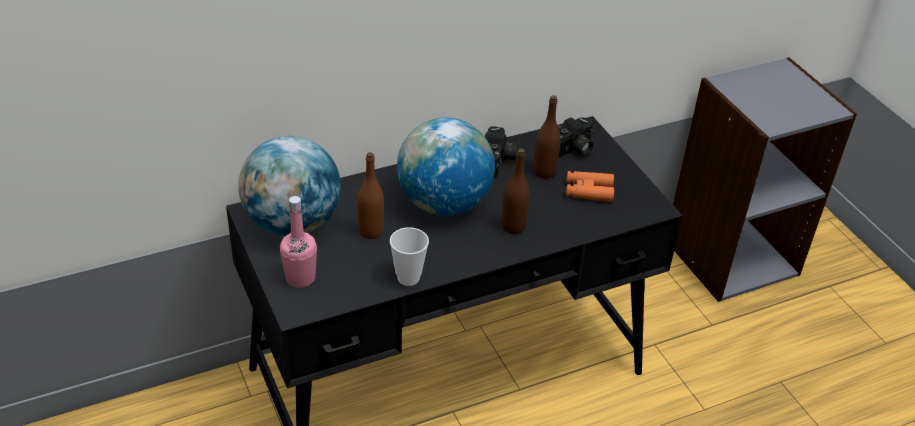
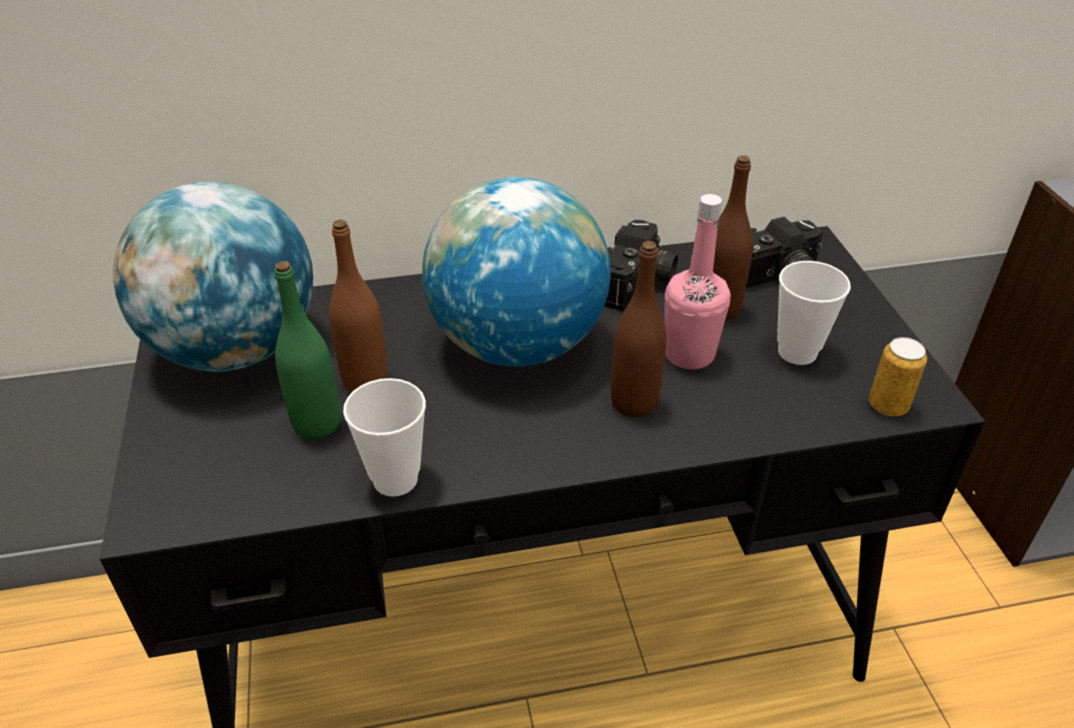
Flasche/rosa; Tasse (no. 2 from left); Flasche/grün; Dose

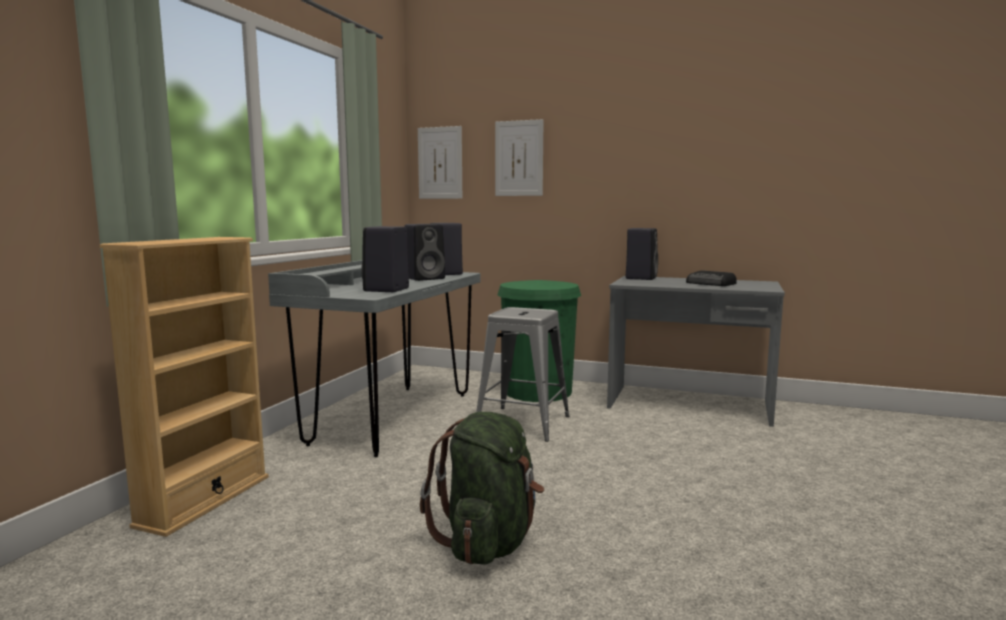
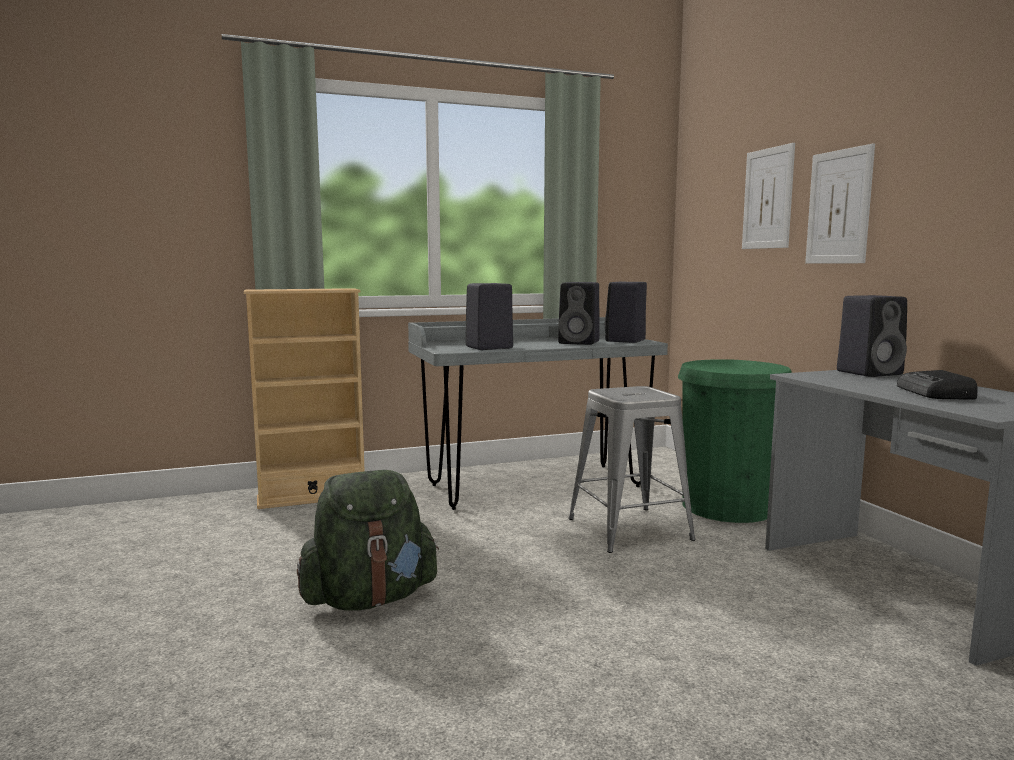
Bild (no. 2 from left)

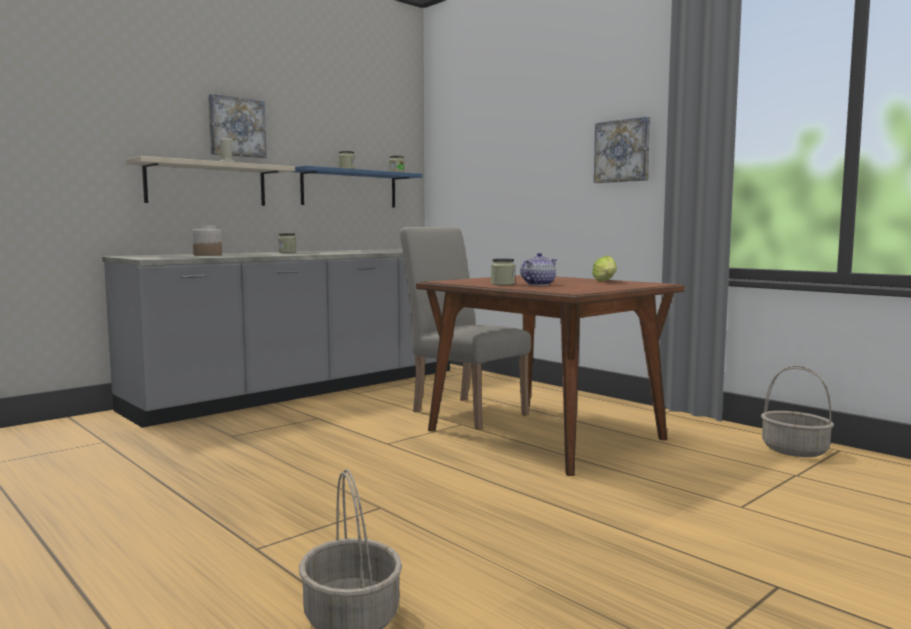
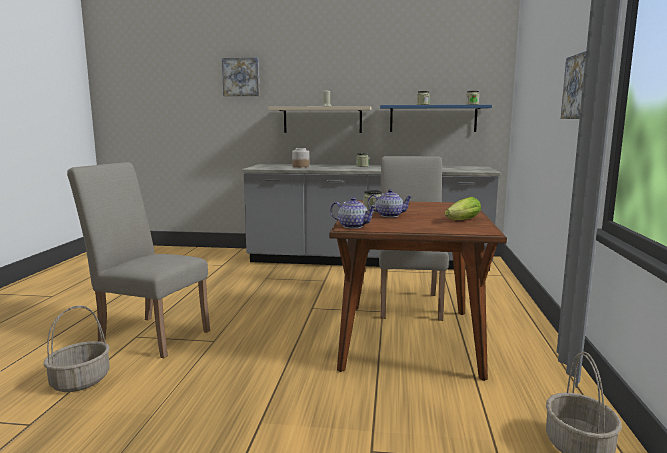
Bild (no. 1 from left); Stuhl/beige (no. 1 from left); Teekanne (no. 1 from left)

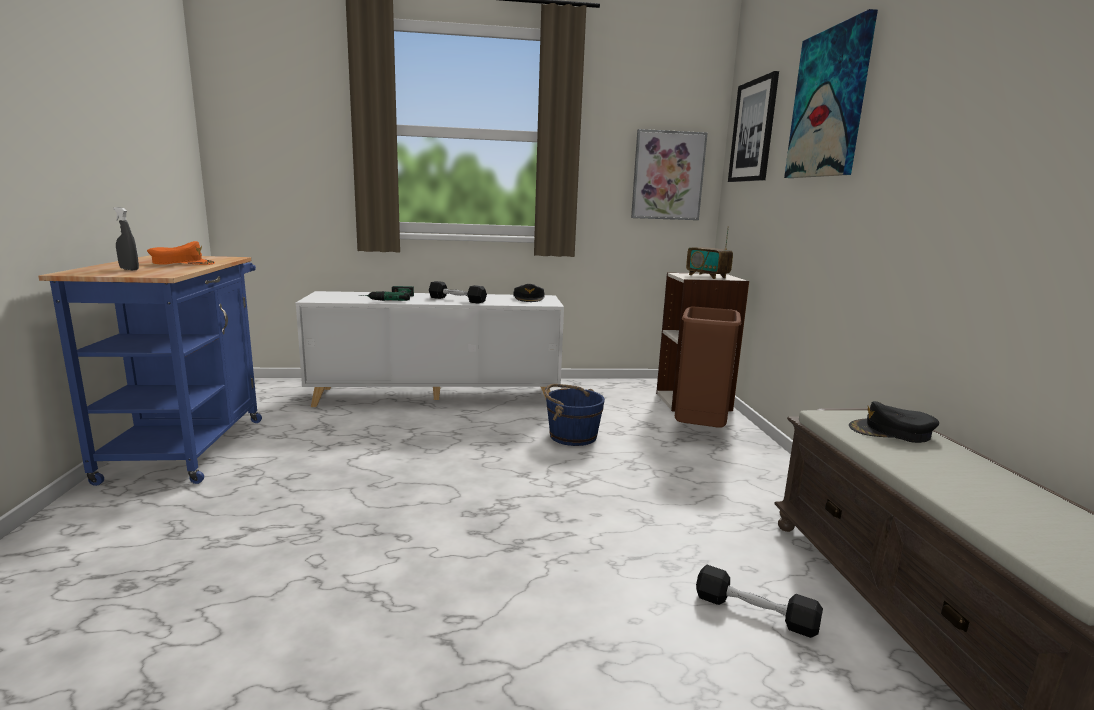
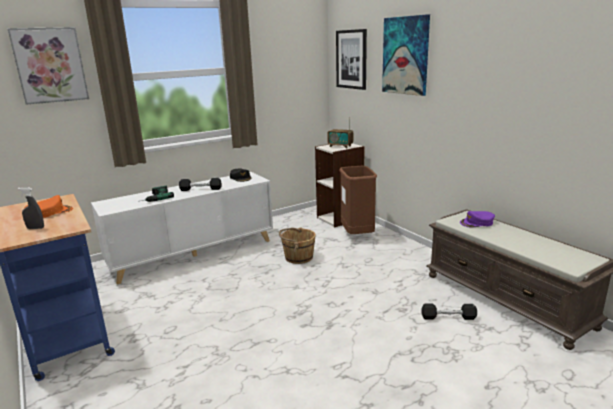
Eimer/braun; Bild (no. 1 from left); Kappe/lila

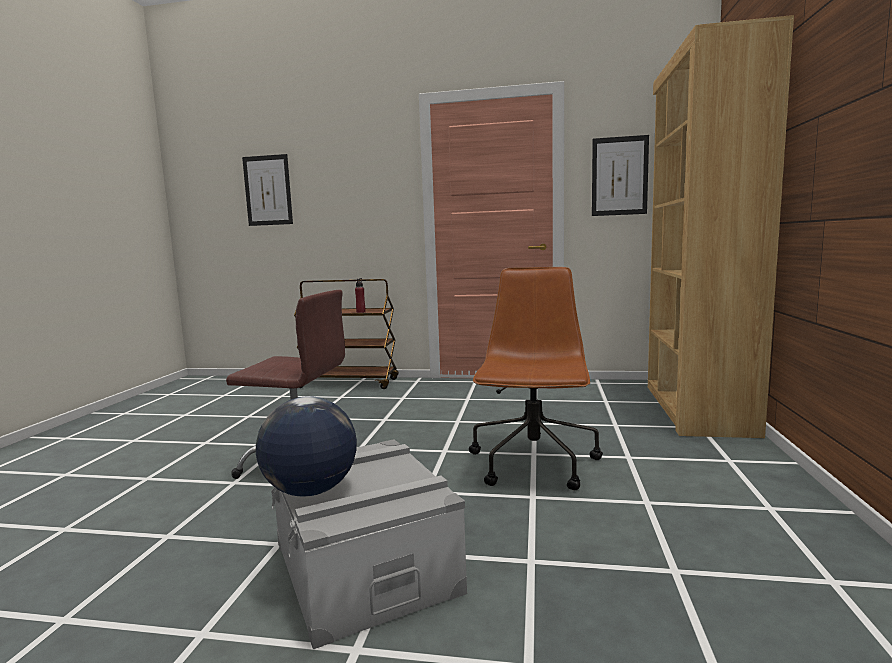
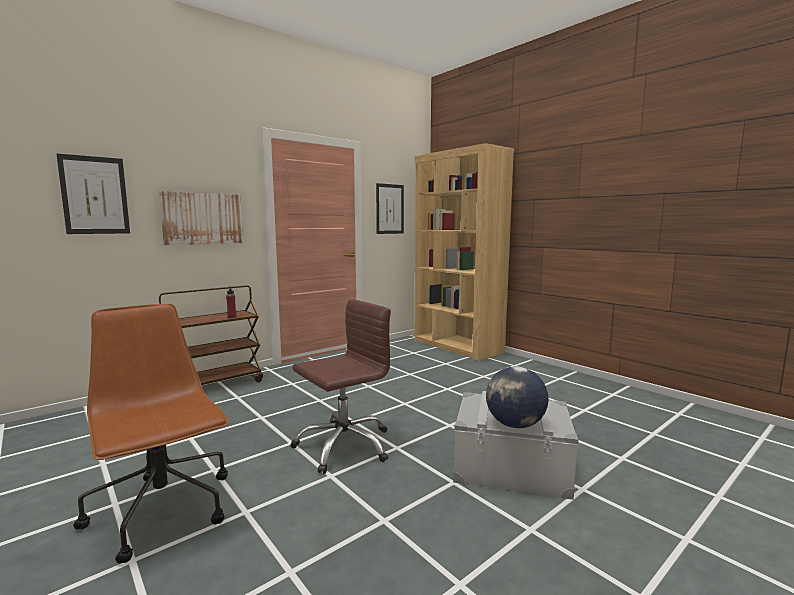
Bürostuhl/braun (no. 1 from left); Bild (no. 2 from left)

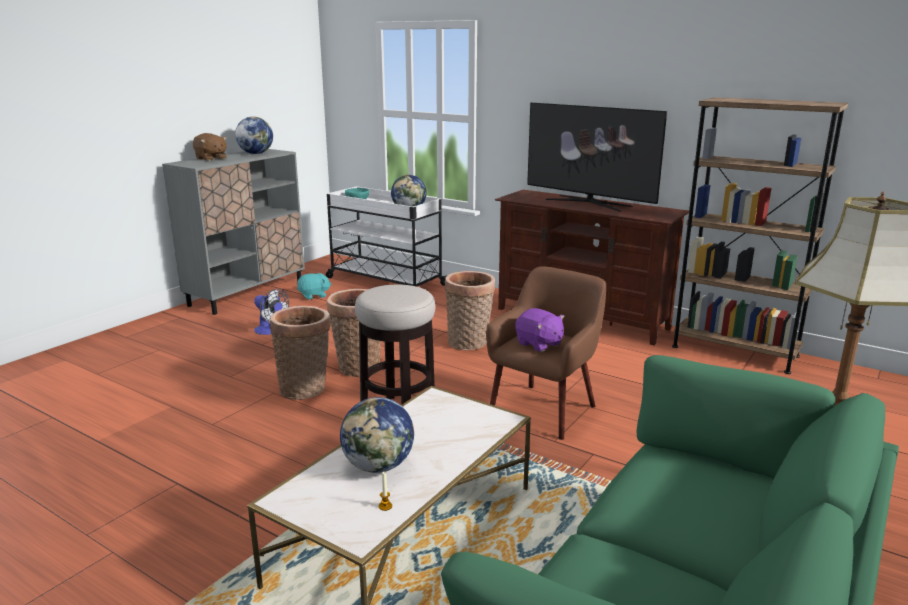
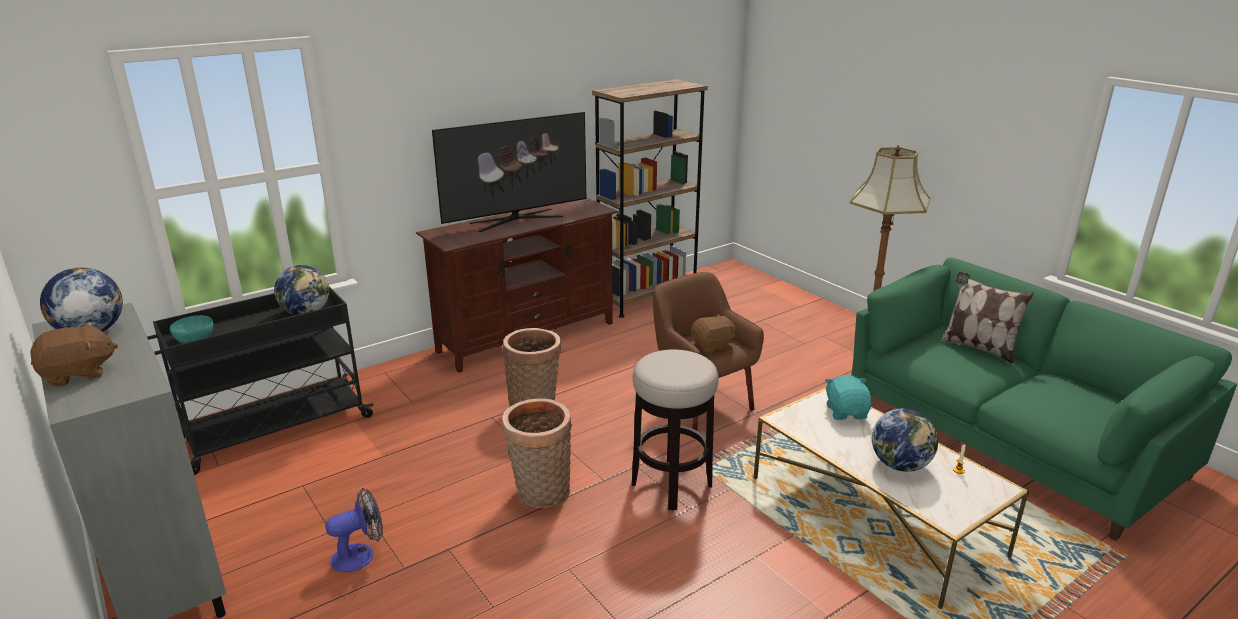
Korb (no. 1 from left in the first image); Plüschtier/türkis; Rollwagen/schwarz; Plüschtier/braun (no. 2 from left); Kissen

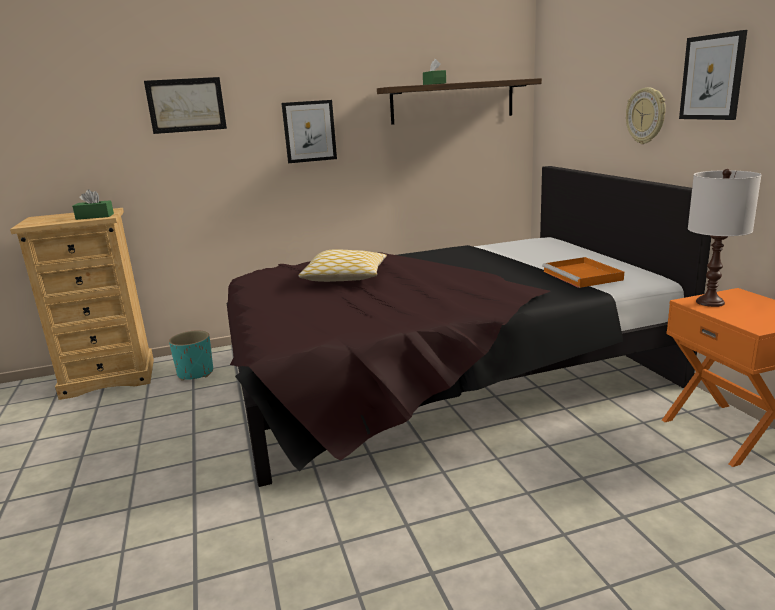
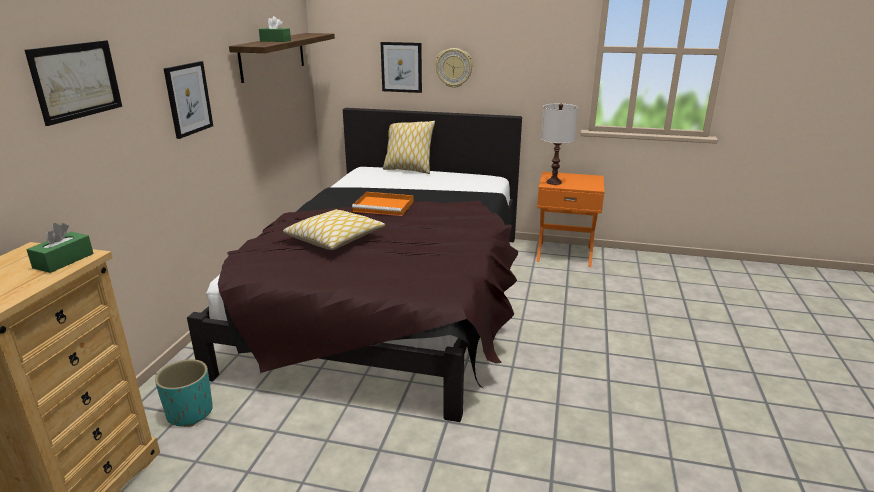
Tablett/orange; Bild (no. 3 from left); Kissen (no. 2 from left)

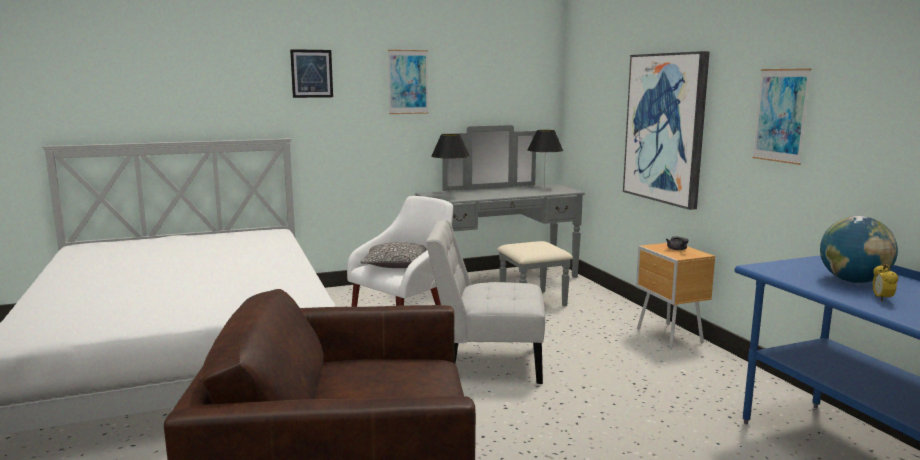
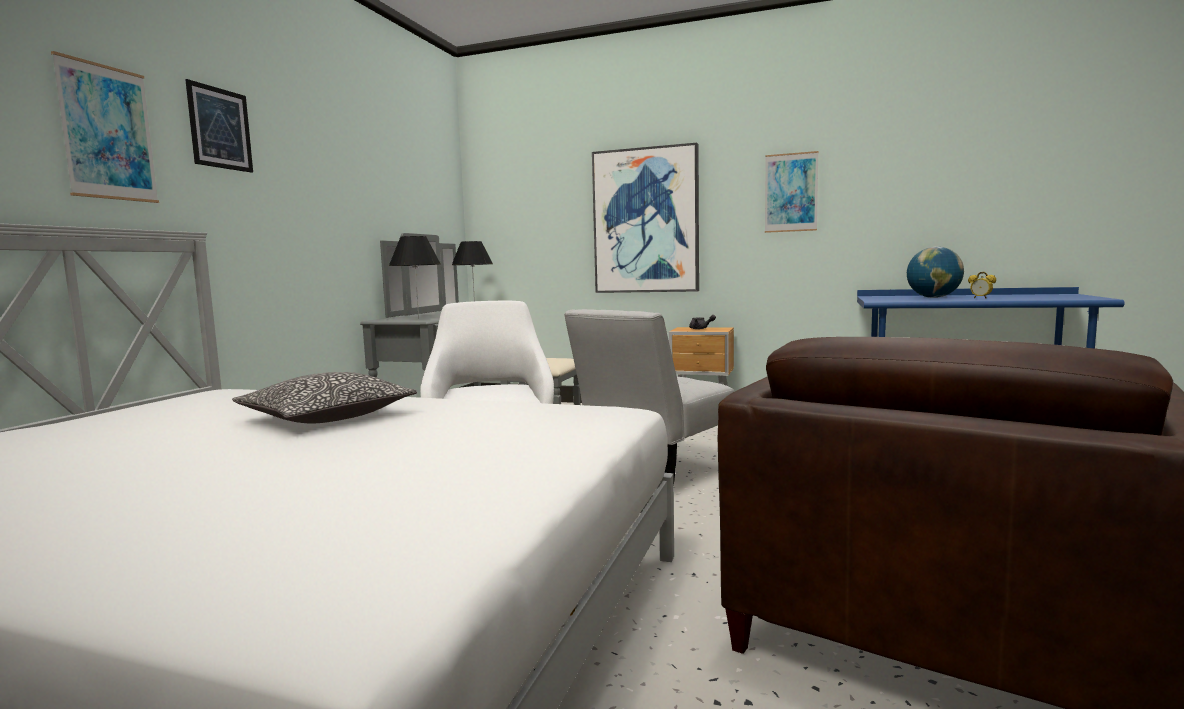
Kissen; Bild (no. 1 from left)

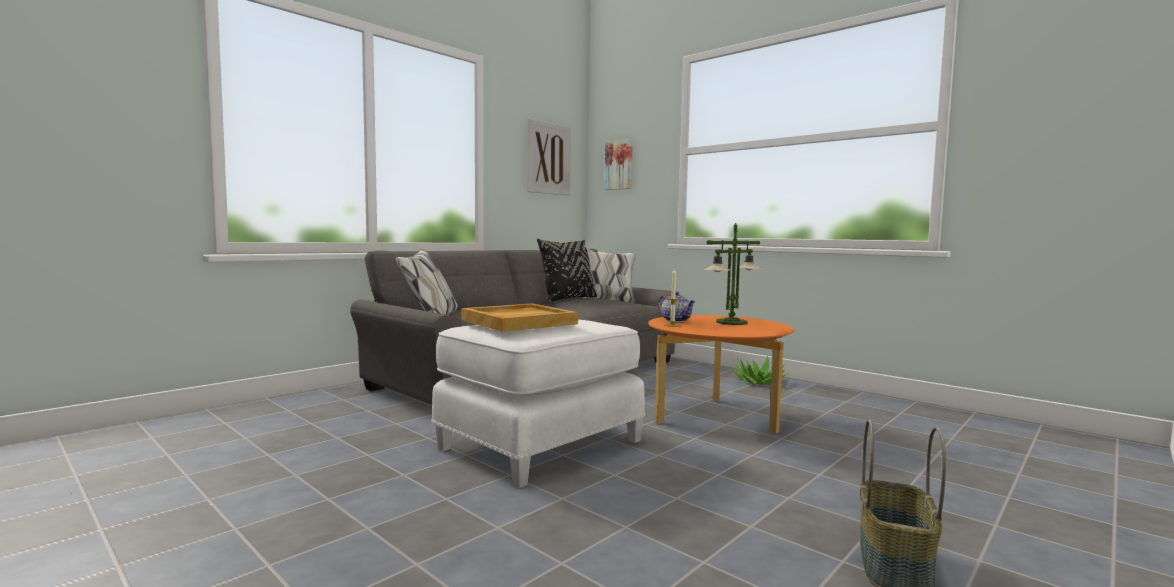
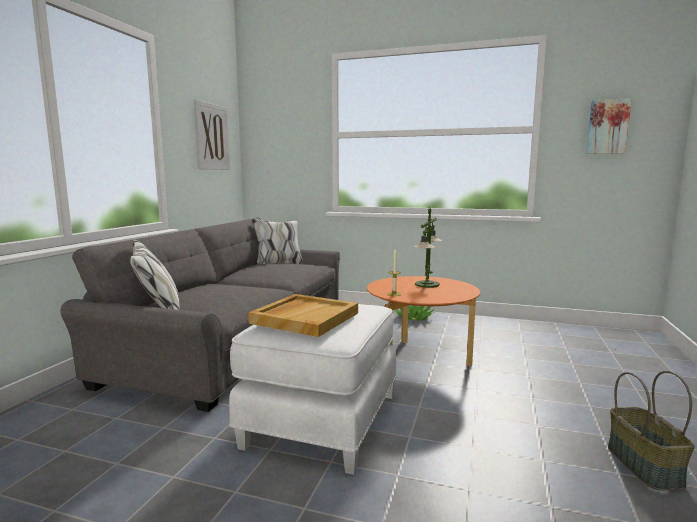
Kissen/schwarz; Bild (no. 2 from left); Teekanne

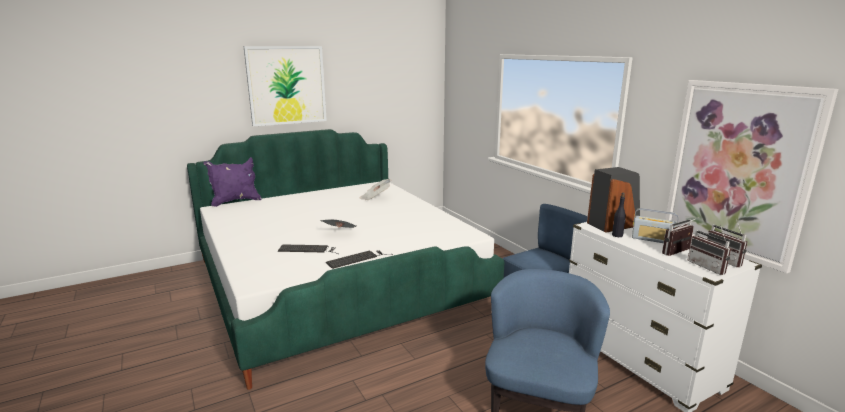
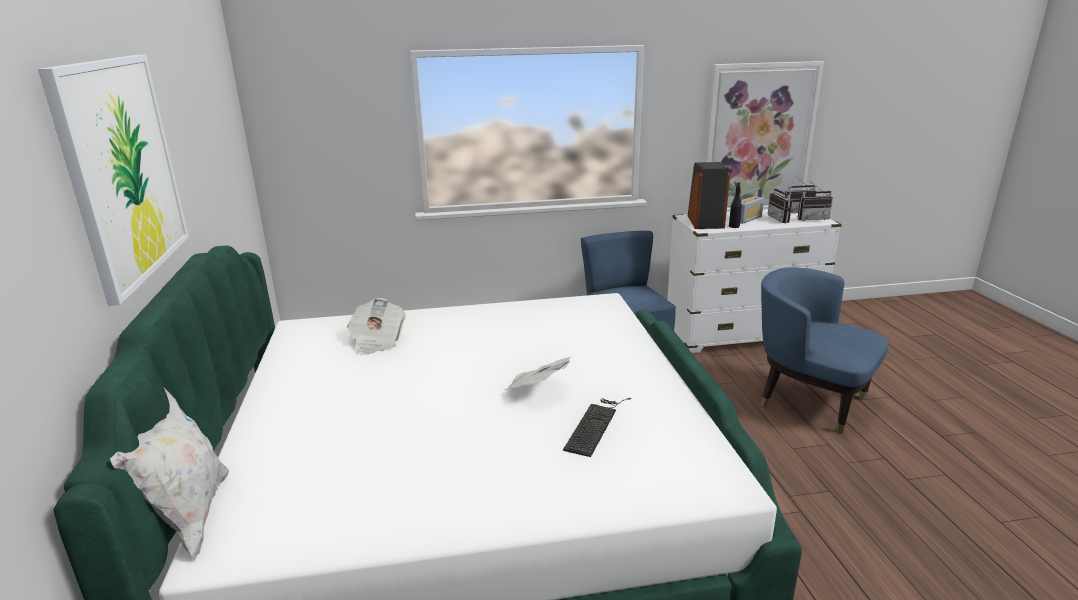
Kissen/weiß; Tastatur (no. 2 from left in the first image)

